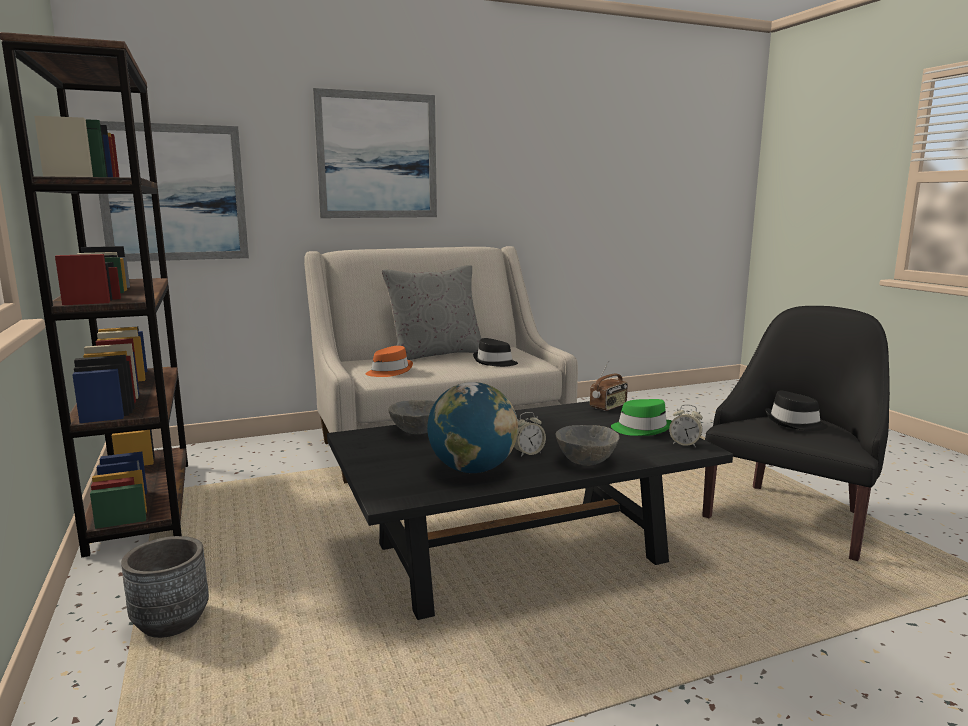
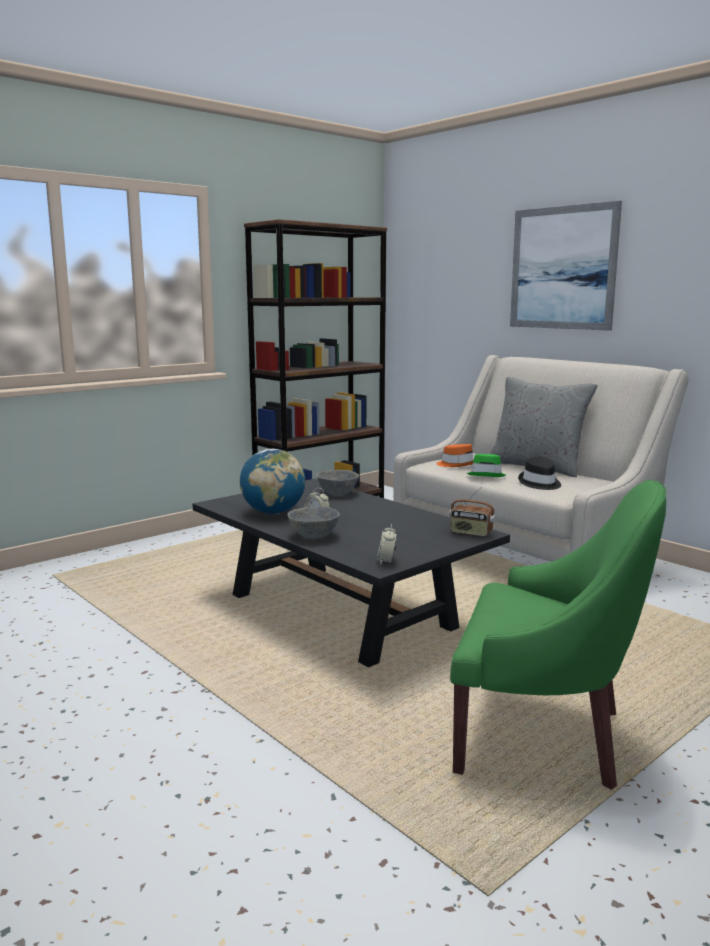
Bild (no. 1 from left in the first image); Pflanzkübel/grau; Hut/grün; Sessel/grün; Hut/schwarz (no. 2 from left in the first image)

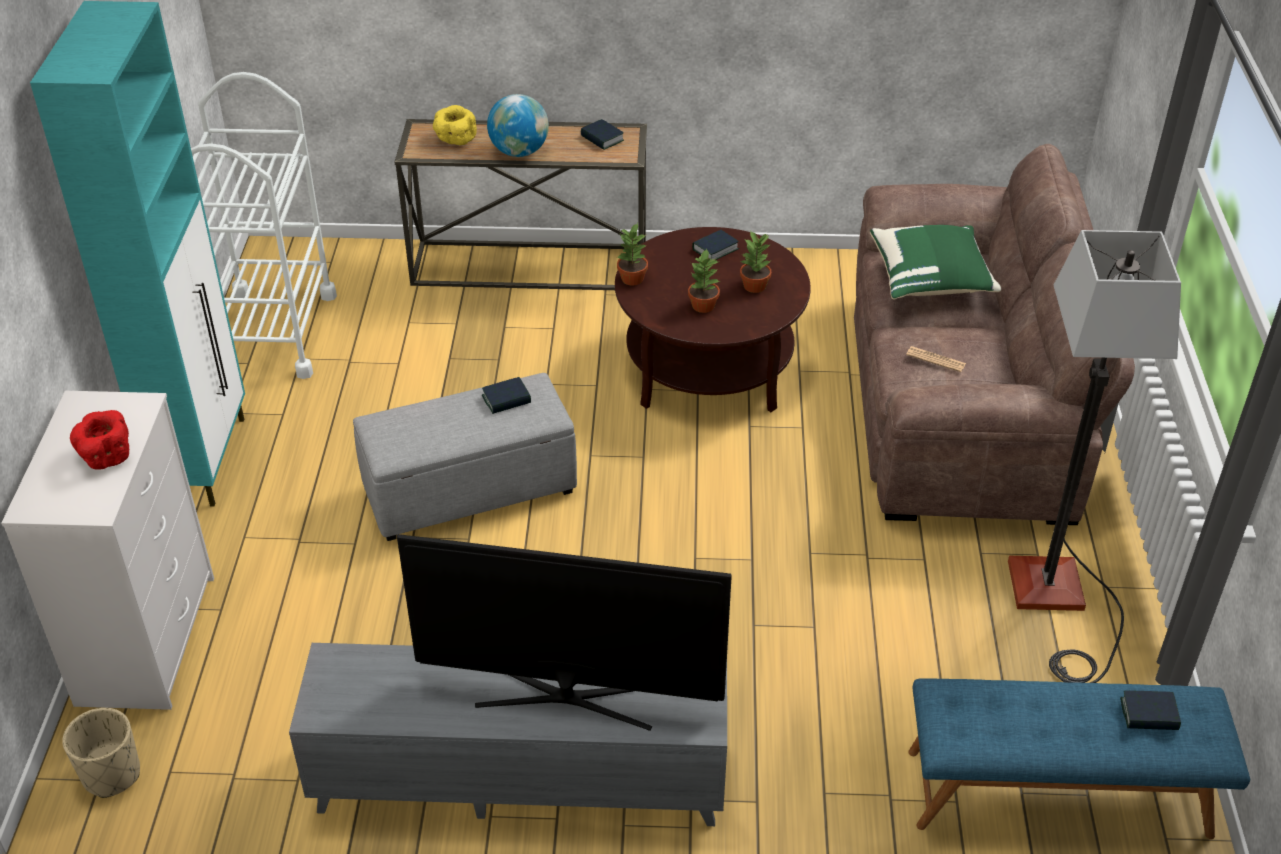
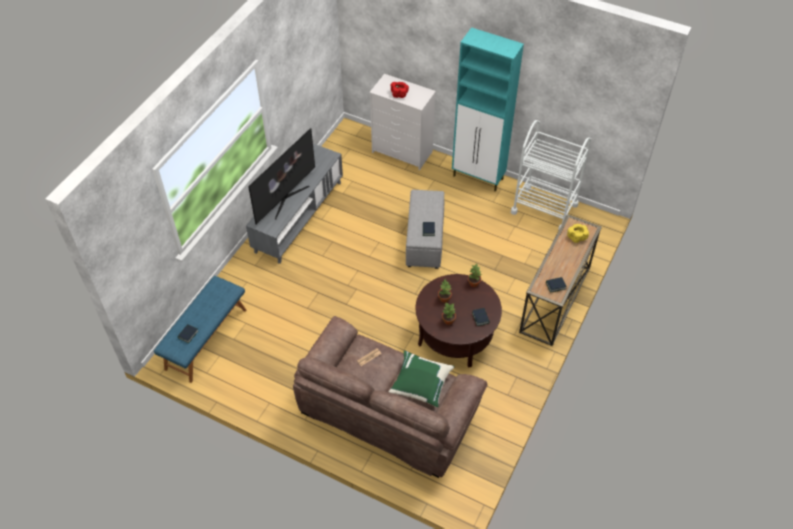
Pflanzkübel/beige; Globus; Stehlampe

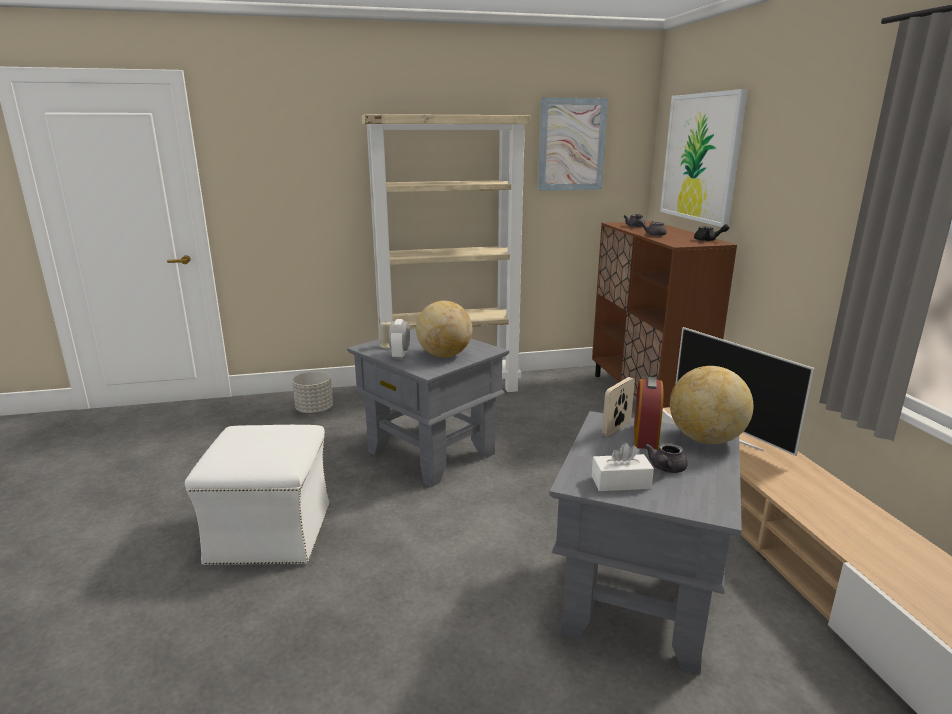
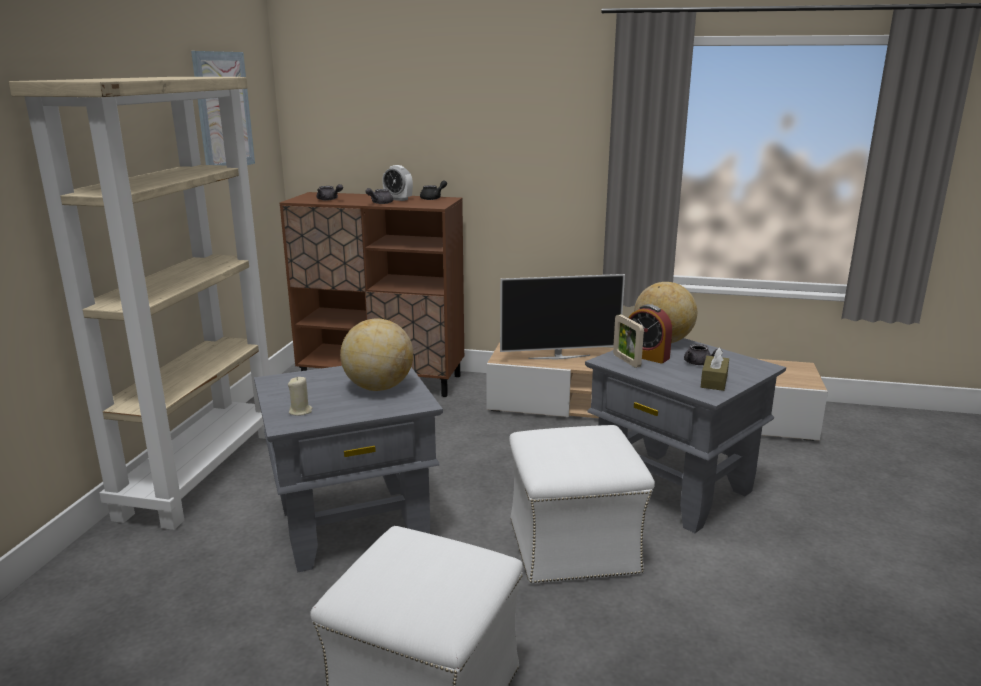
Pflanzkübel/grau; Wecker (no. 1 from left); Taschentuchbox/braun; Bild (no. 2 from left in the first image); Polsterhocker/weiß (no. 2 from left)

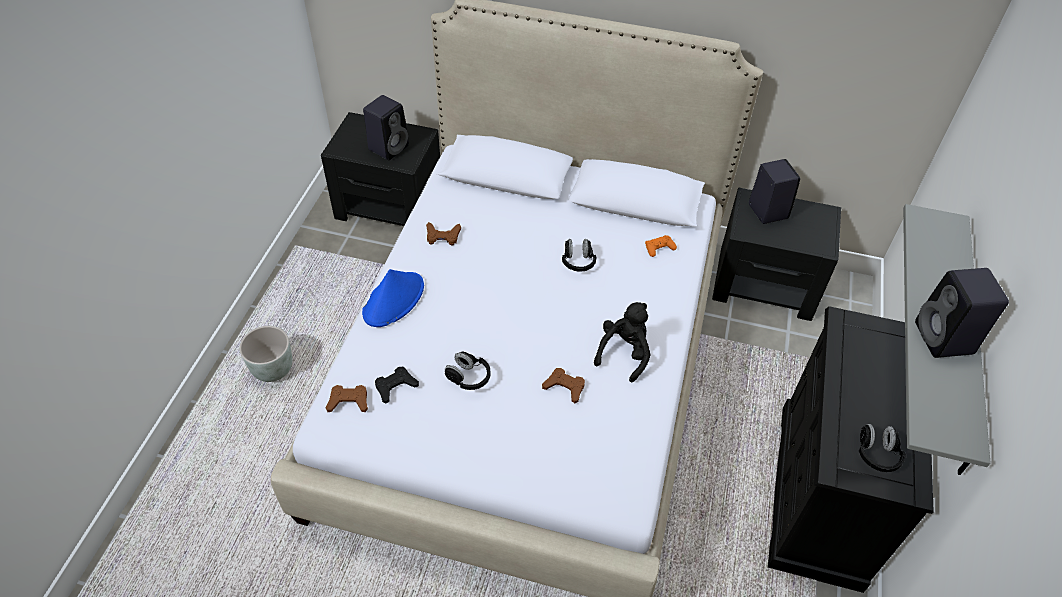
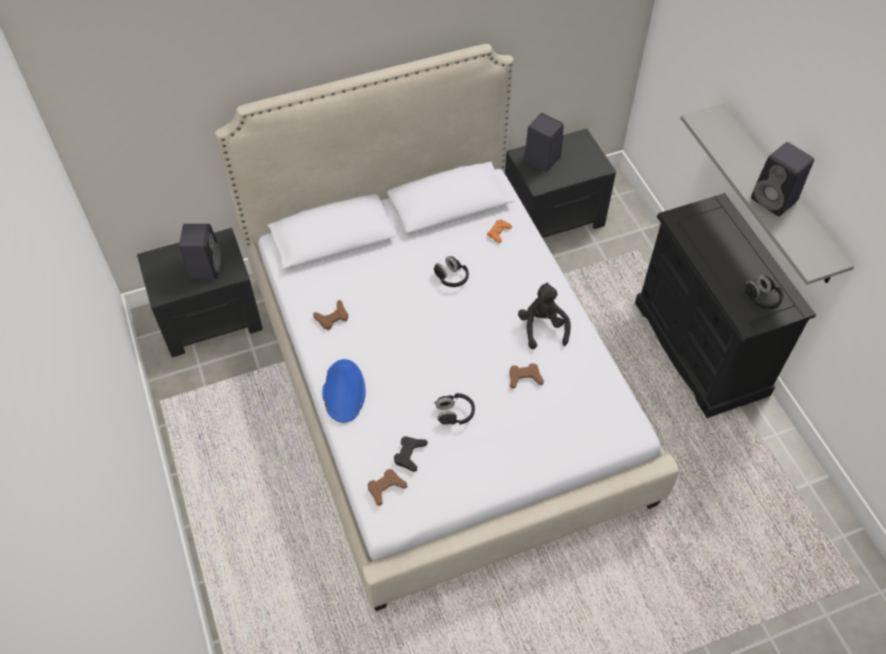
Pflanzkübel/grau

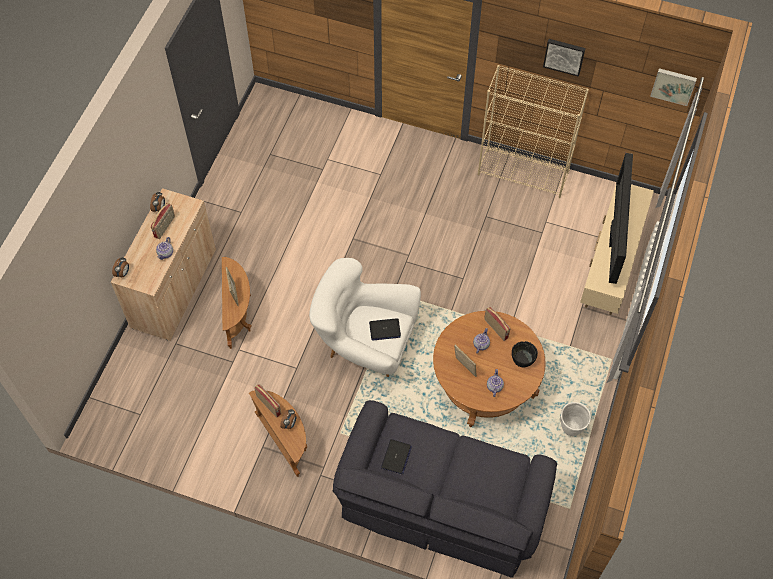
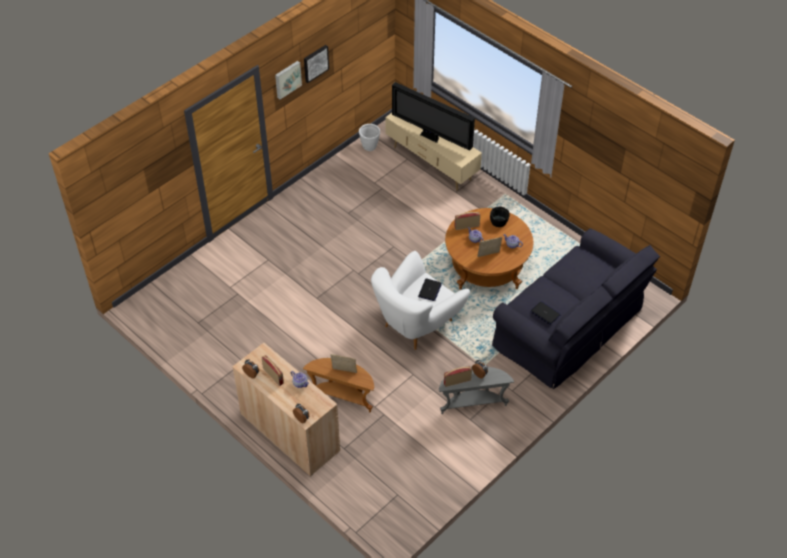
Beistelltisch/grau; Bücherregal/beige; Pflanzkübel/weiß; Bild (no. 1 from left)

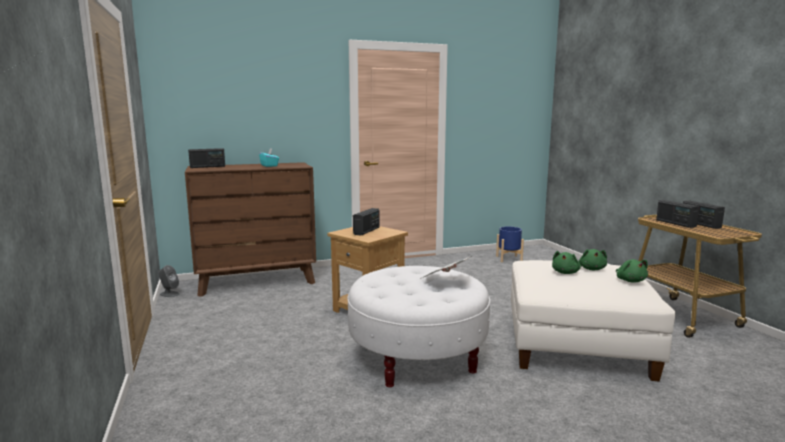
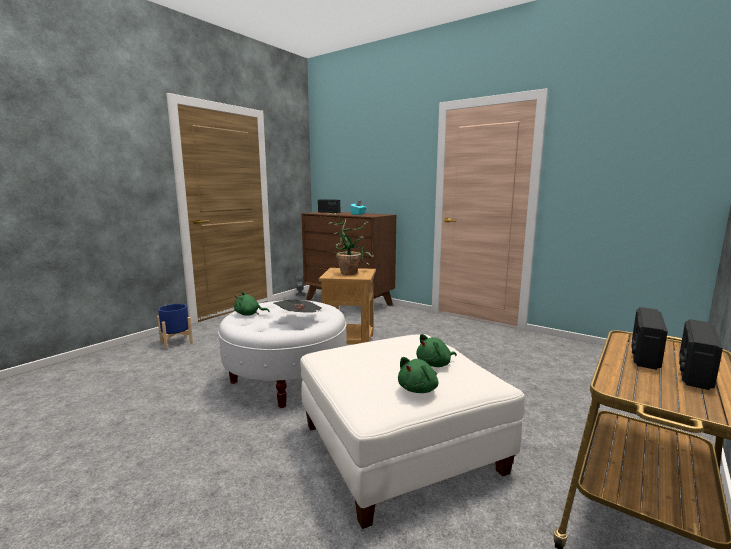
Topfpflanze; Pflanzkübel/blau; Plüschtier/grün (no. 1 from left)

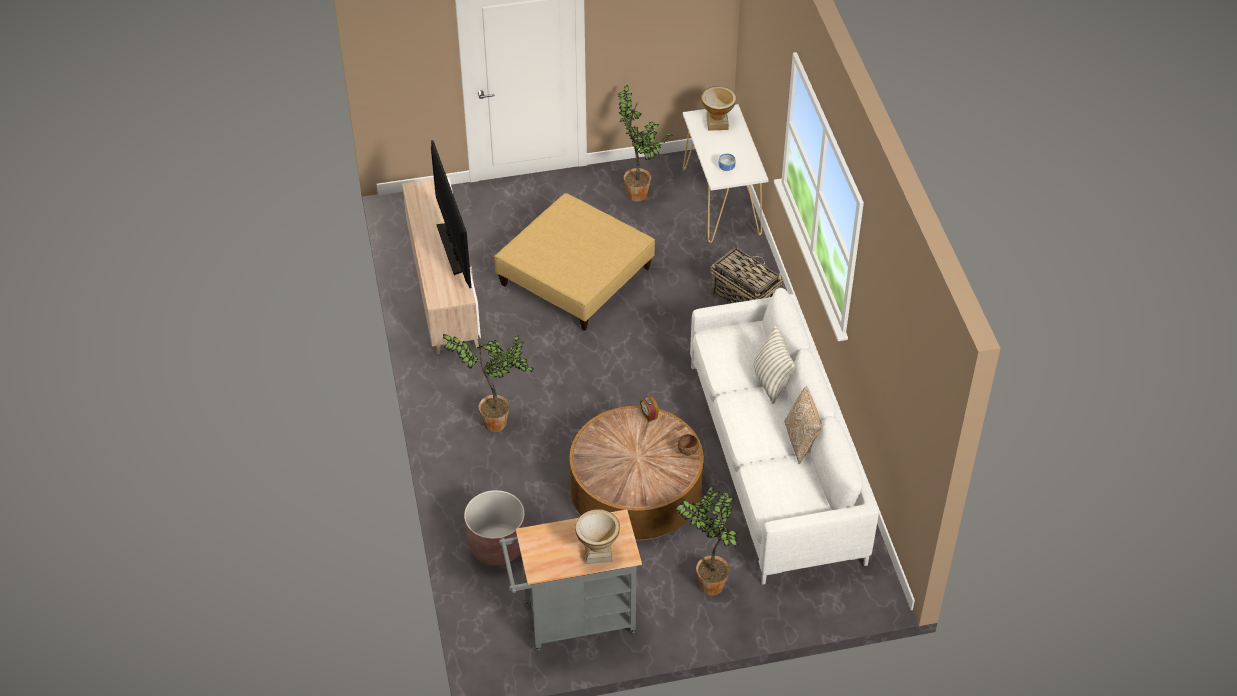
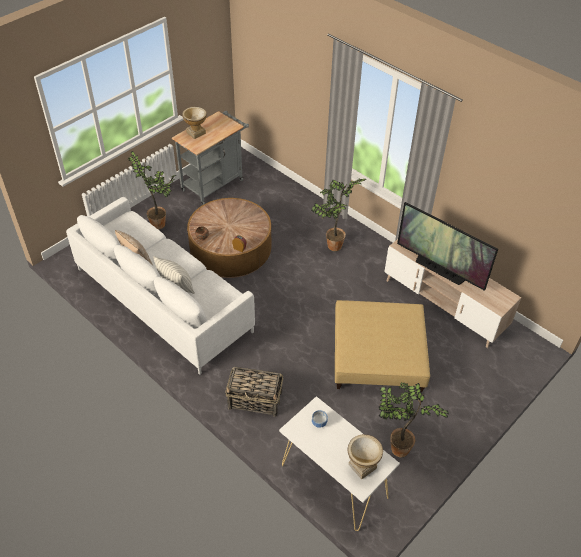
Pflanzkübel/braun

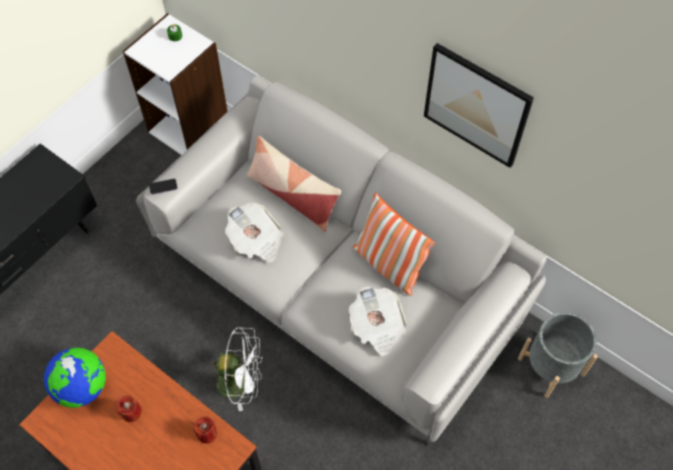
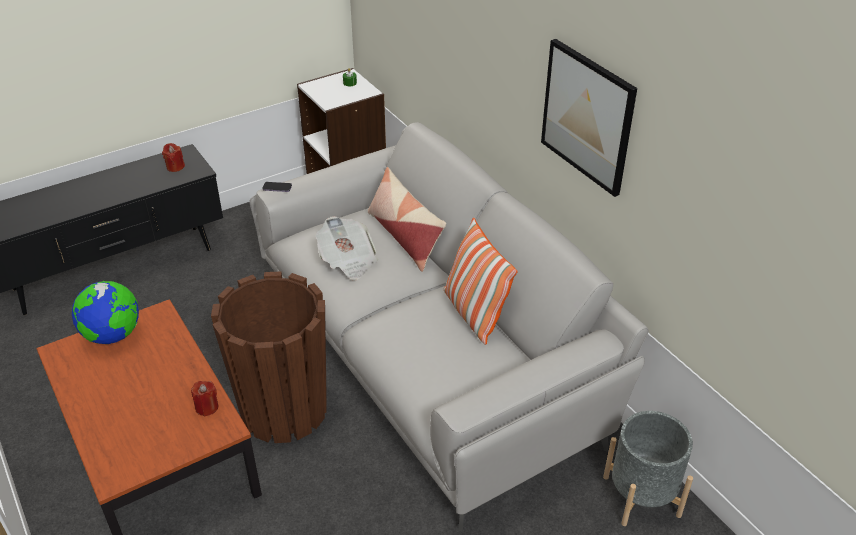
Kerze/rot (no. 1 from left); Pflanzkübel/braun; Zeitung (no. 2 from left in the first image)

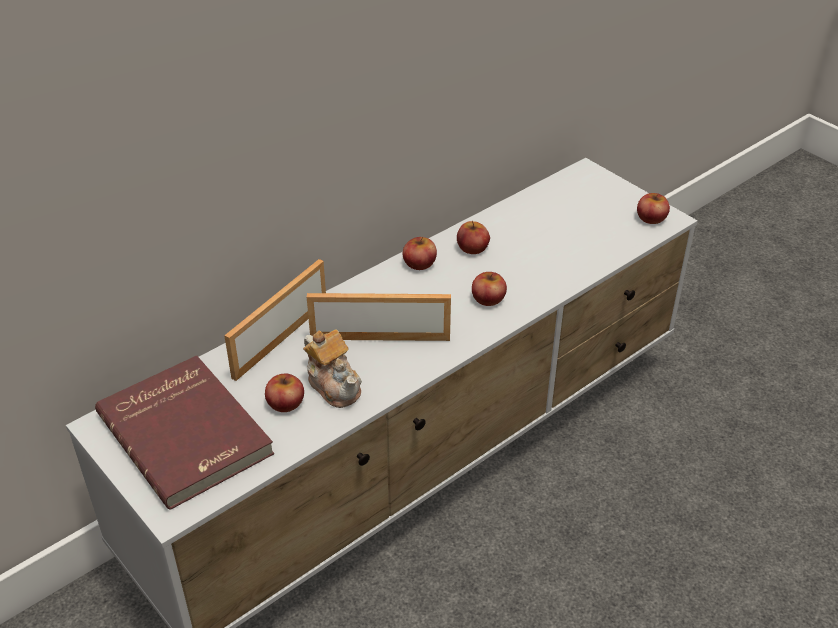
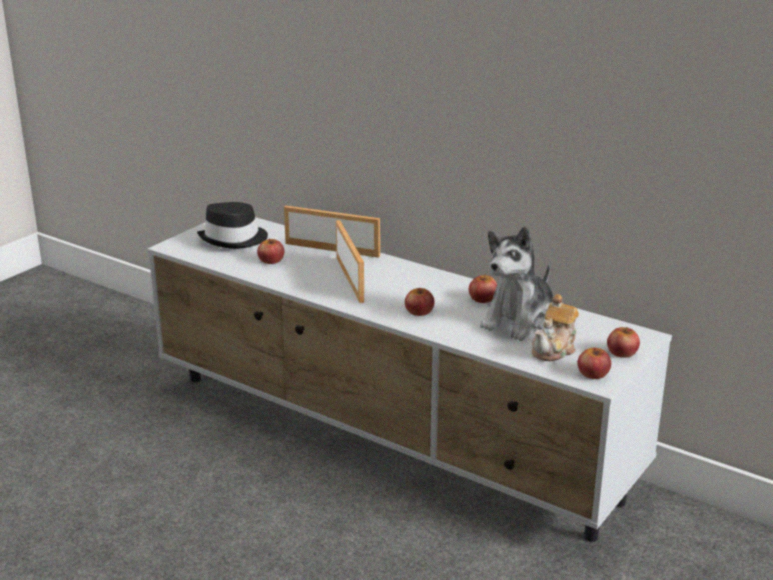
Hut/schwarz; Teekanne; Apfel (no. 5 from left); Plüschtier

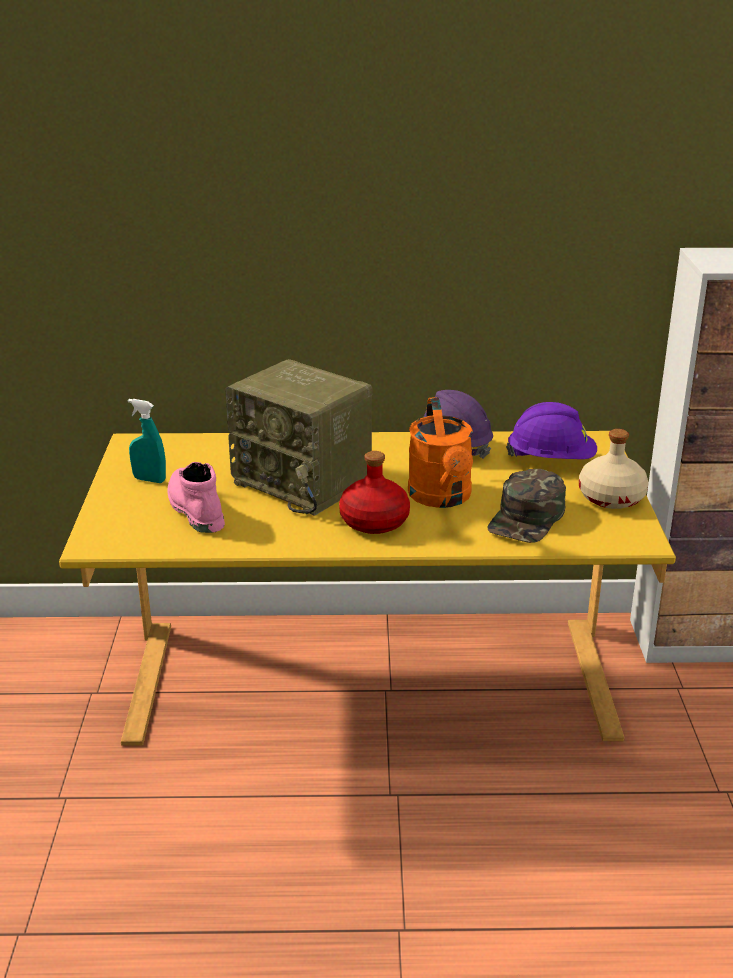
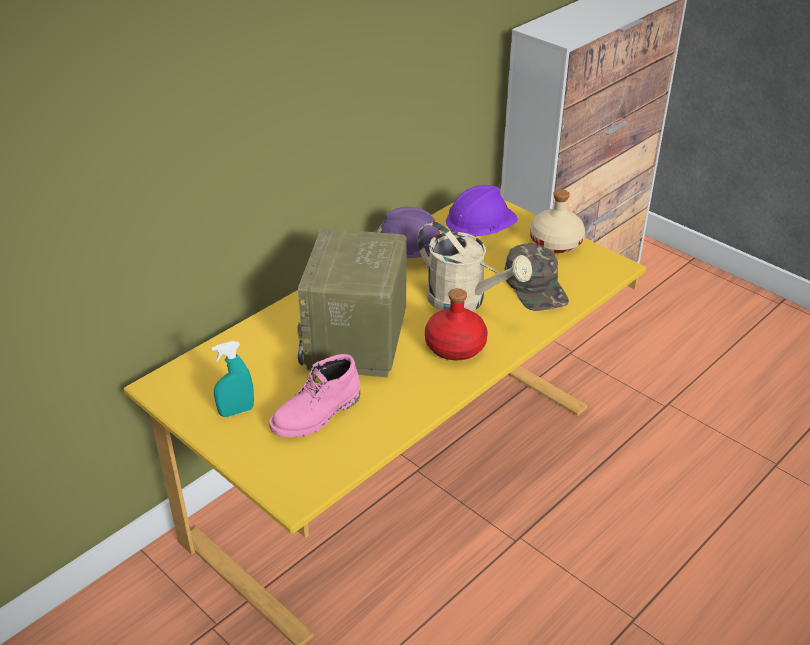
Stiefel/rosa; Radio; Gießkanne/beige

